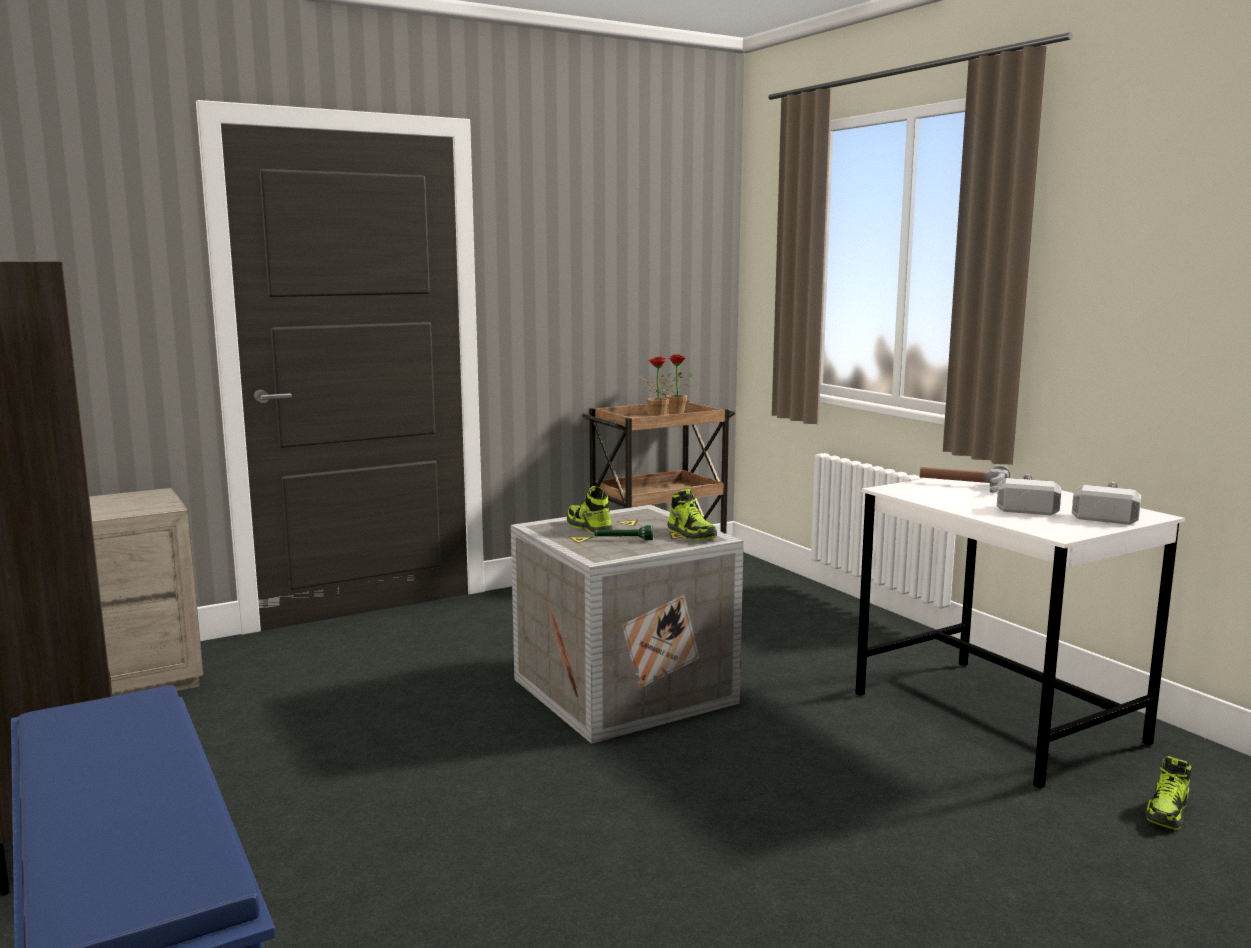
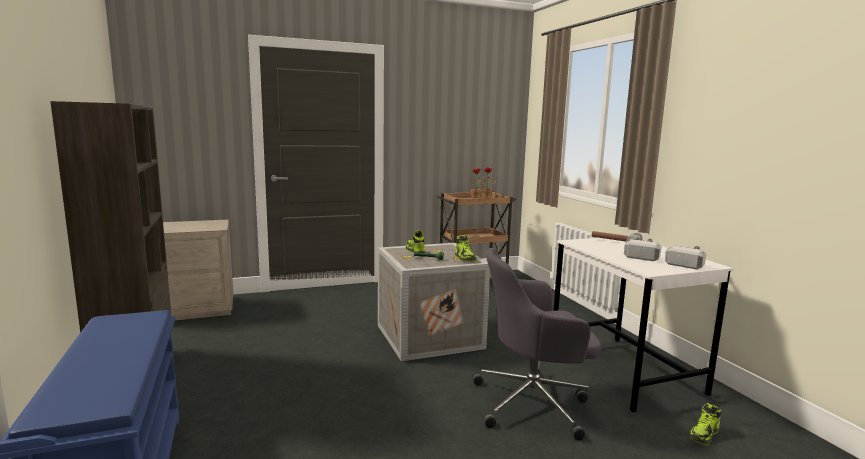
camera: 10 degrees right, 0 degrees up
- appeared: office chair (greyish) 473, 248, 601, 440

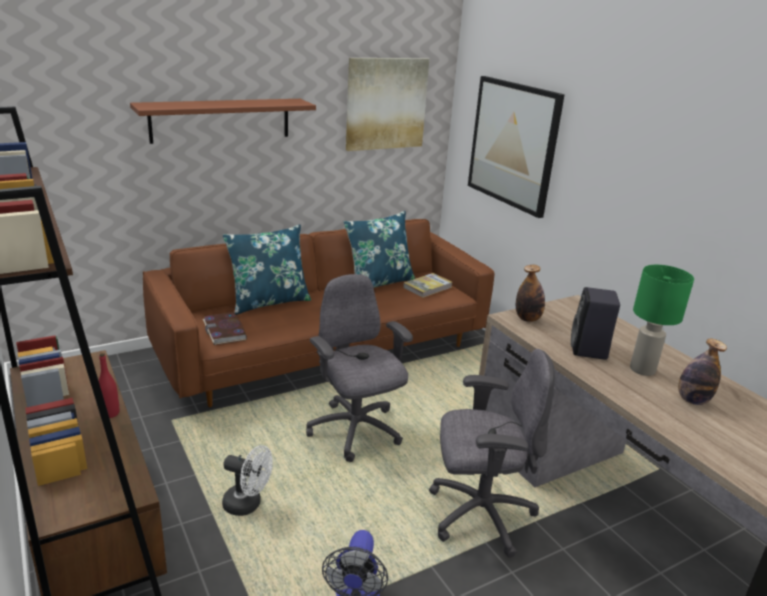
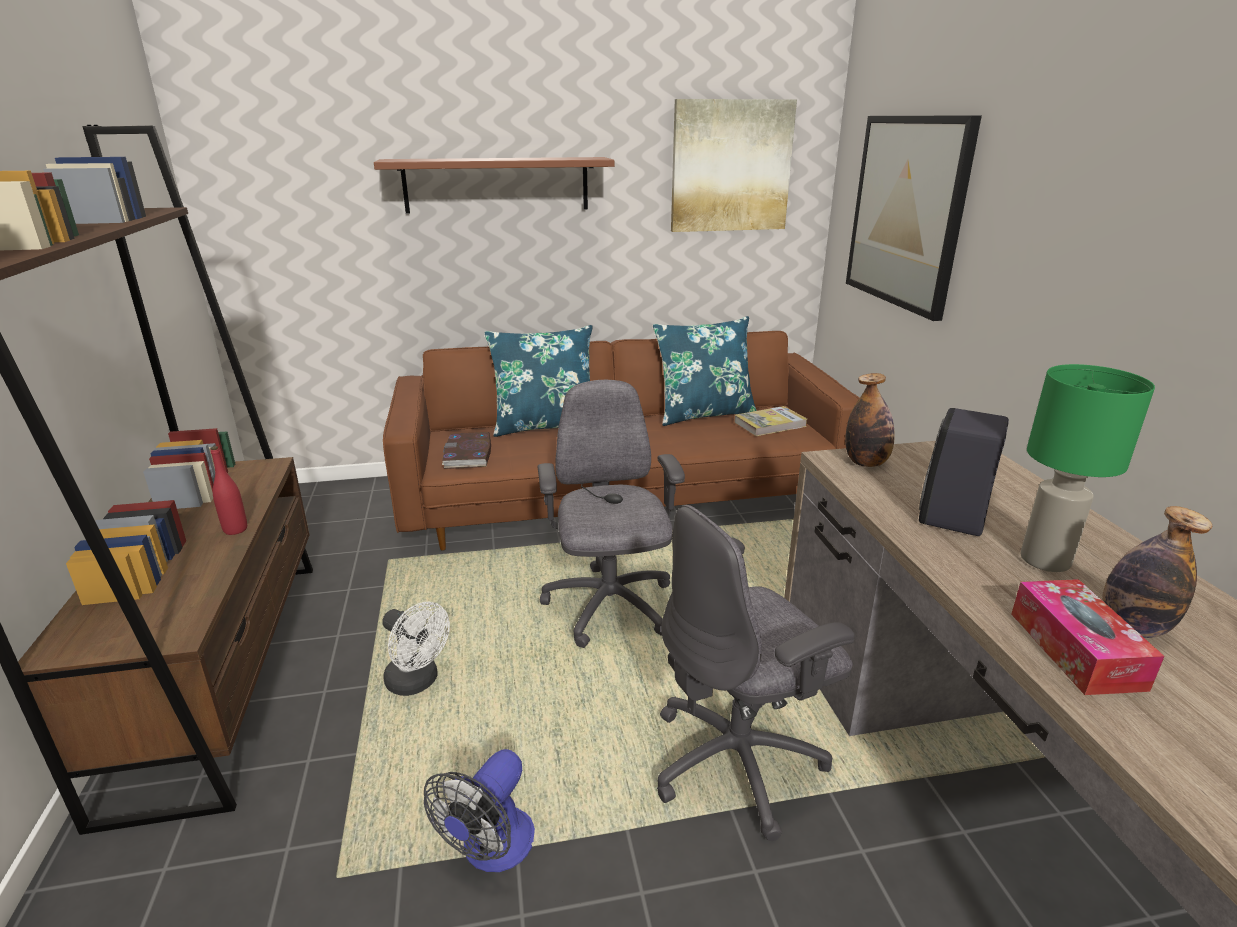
camera: 20 degrees right, 0 degrees up
- spun: office chair (greyish) 429, 349, 555, 558 = 657, 505, 855, 841 135 degrees clockwise
- appeared: tissue holder 1011, 579, 1165, 695

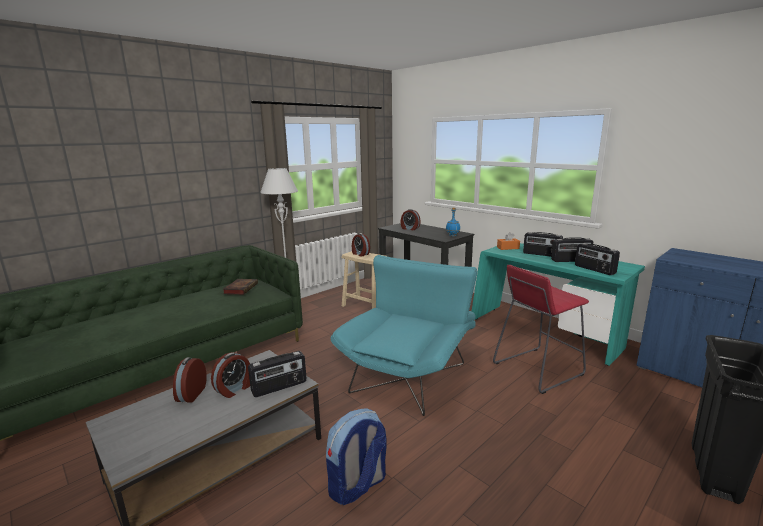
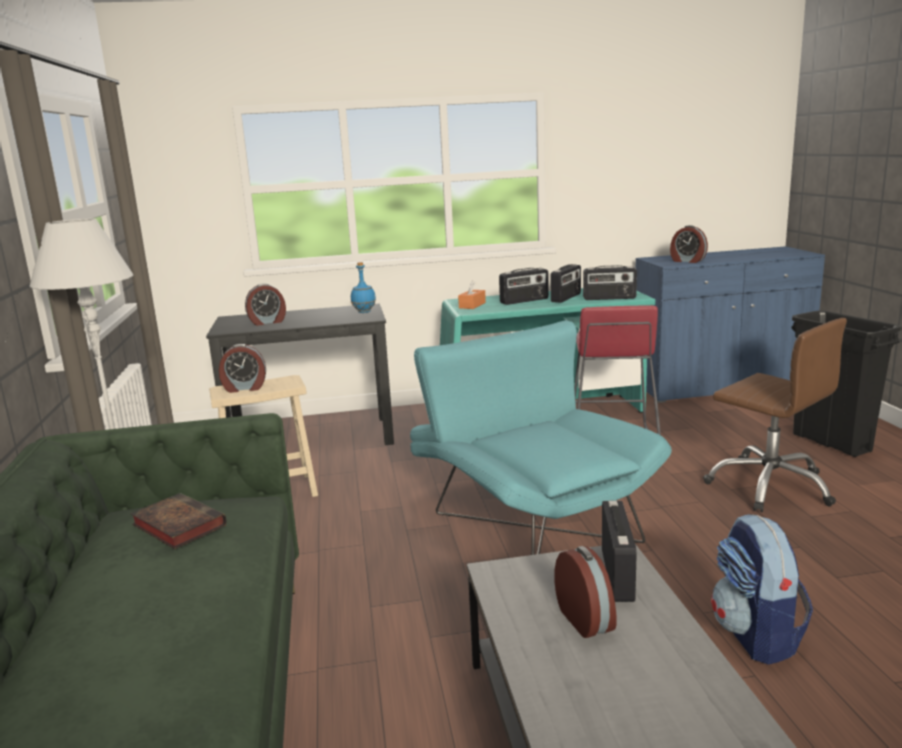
camera: 55 degrees left, 0 degrees up
- relocated: bedside clock 173, 357, 207, 403 to 670, 225, 708, 263
- appeared: office chair (brown) 703, 318, 847, 512

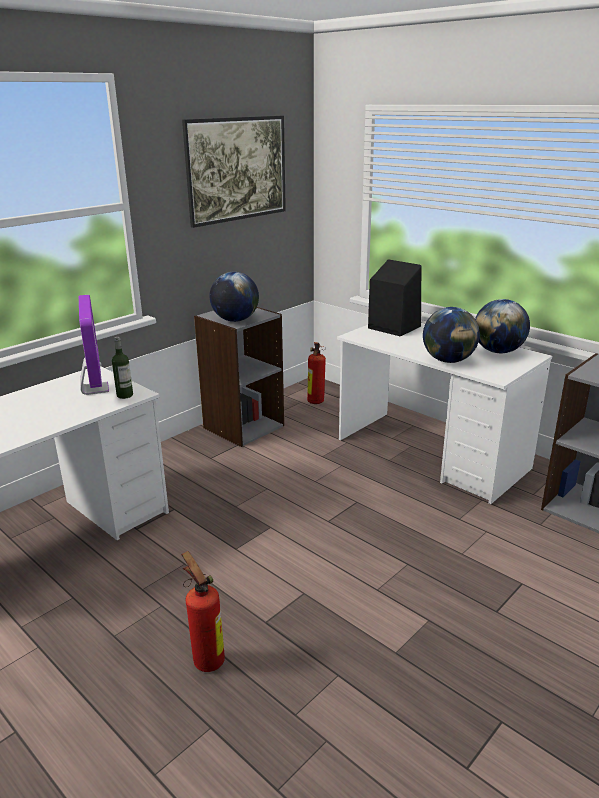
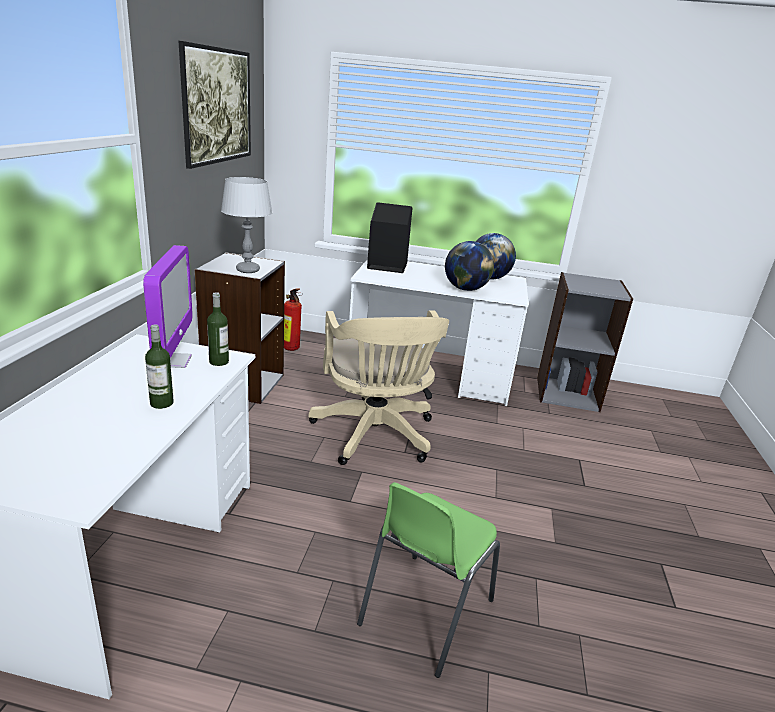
camera: 35 degrees left, 0 degrees up
- exchanged: globe 210, 272, 259, 322 to lamp for a table (greyish) 221, 177, 273, 273
- spun: computer screen 79, 295, 109, 395 = 143, 245, 193, 368 45 degrees clockwise
- exchanged: extinguisher 182, 551, 225, 672 to plain chair (greenish) 357, 482, 500, 678
- appeared: office chair (beige-coloured) 309, 310, 449, 465
- appeared: beverage bottle 145, 324, 174, 409

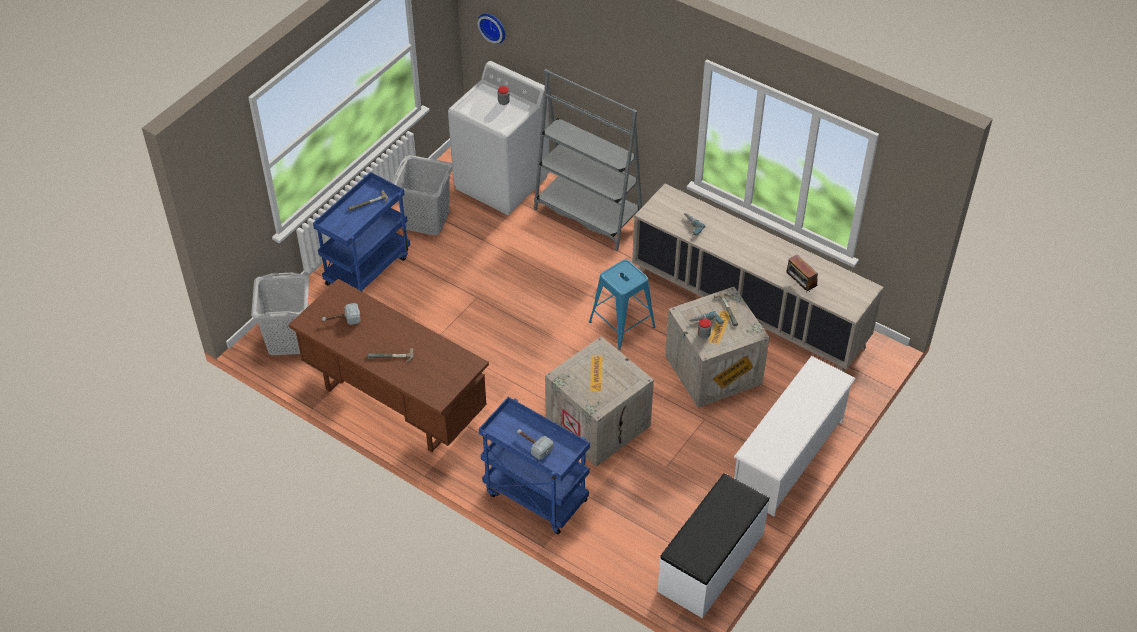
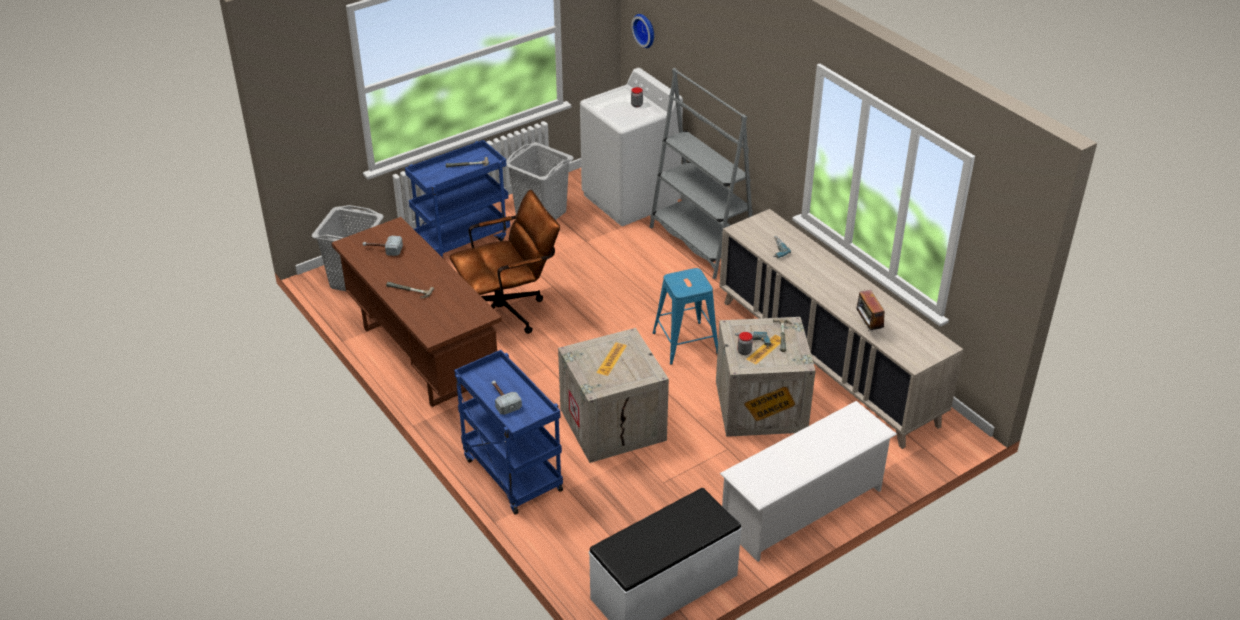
camera: 20 degrees right, 10 degrees down
- appeared: office chair (brown) 449, 190, 560, 334

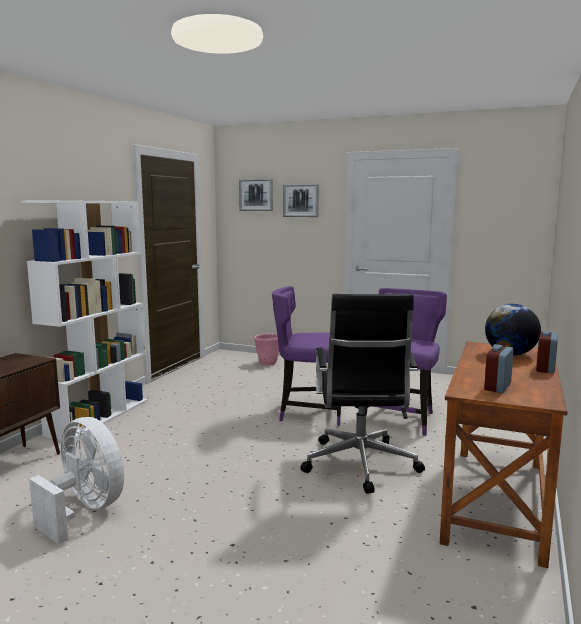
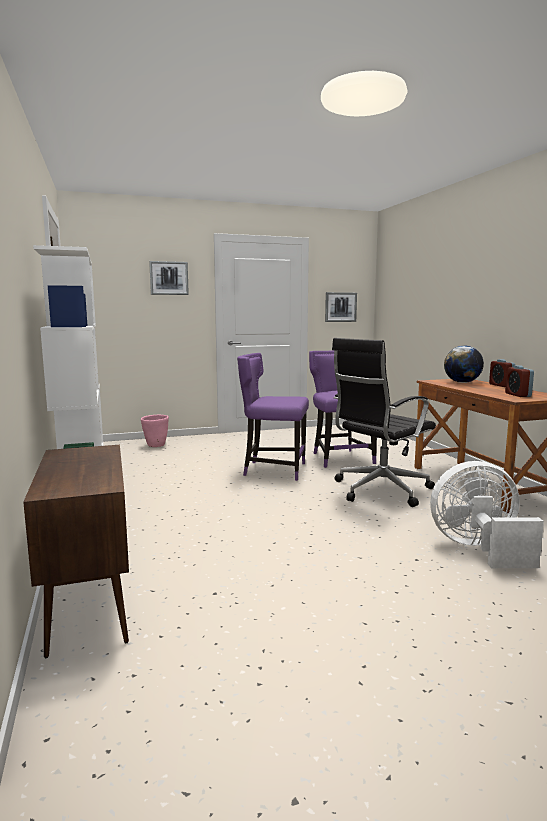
camera: 40 degrees left, 0 degrees up
- relocated: wall art 239, 179, 273, 211 to 325, 292, 357, 322
- spun: plain chair (purple) 272, 286, 341, 426 = 237, 353, 309, 481 45 degrees clockwise
- spun: office chair (black) 300, 294, 425, 494 = 332, 338, 436, 507 90 degrees clockwise
- relocated: electric fan (white) 29, 417, 124, 544 to 430, 461, 544, 568

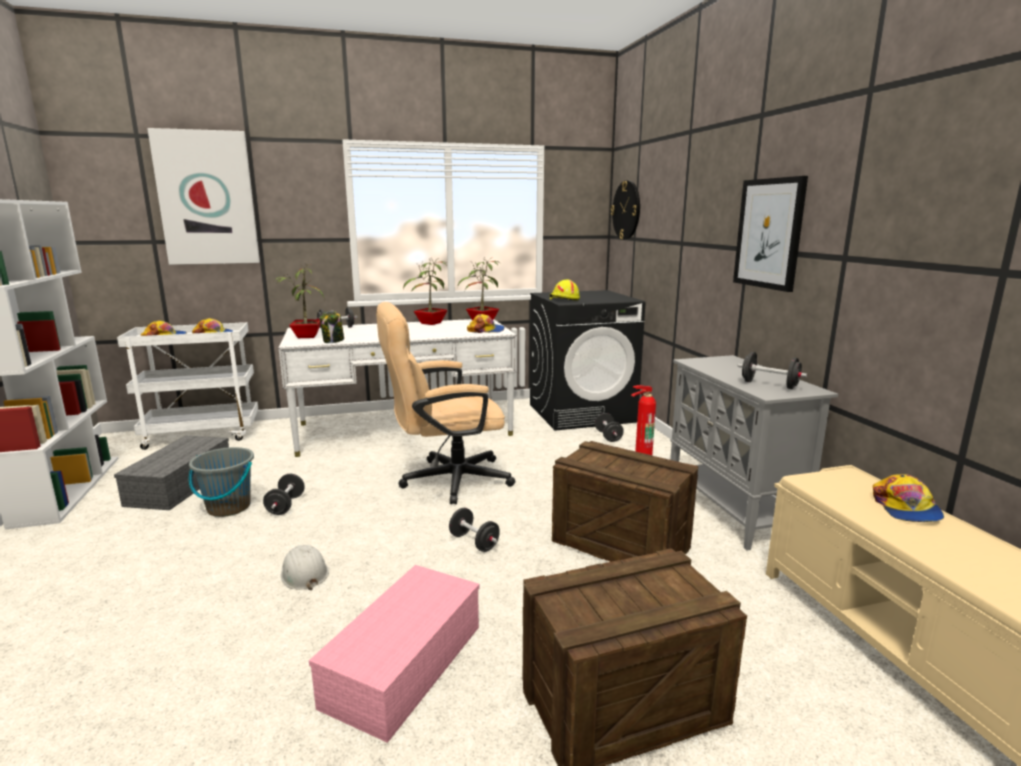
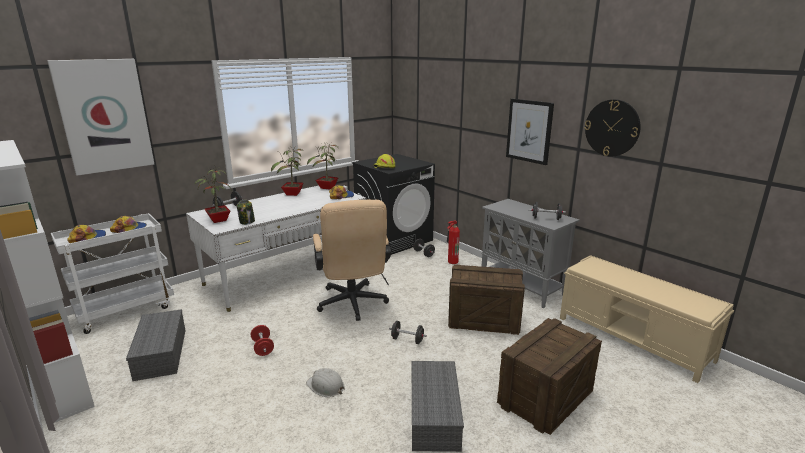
camera: 25 degrees left, 5 degrees up
- relocated: clock on the wall 611, 180, 640, 240 to 585, 99, 641, 157
- spun: office chair (beige-coloured) 376, 302, 515, 504 = 313, 200, 391, 321 60 degrees counterclockwise
- missing: pail (greyish) 189, 447, 254, 517
- colour: free weight (black) 263, 474, 305, 515 to free weight (red) 251, 325, 274, 356
- missing: baseball cap 873, 474, 944, 522
- colour: storage bin (pink-coloured) 309, 565, 480, 743 to storage bin (greyish) 412, 361, 464, 452

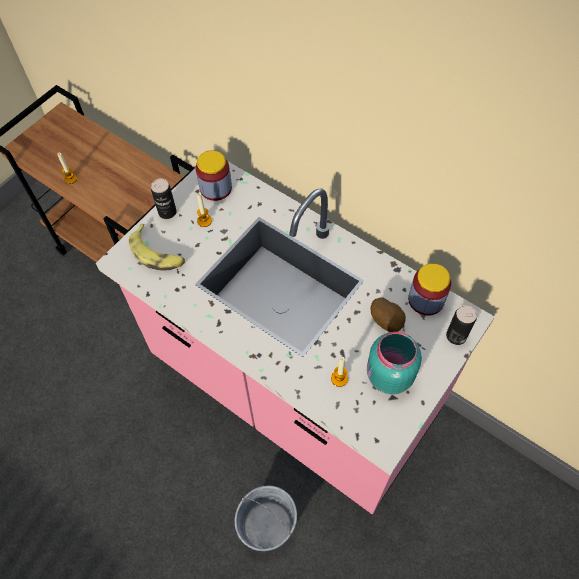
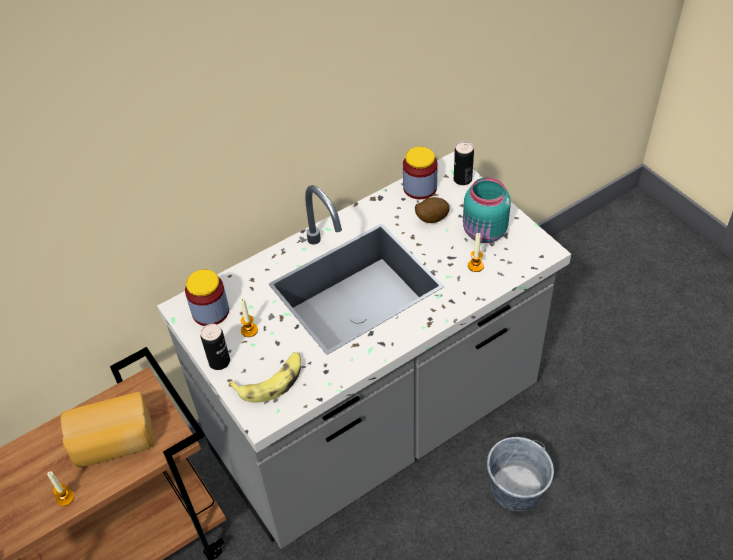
camera: 70 degrees left, 10 degrees down
- colour: kitchen base unit (pink-coloured) 96, 162, 495, 514 to kitchen base unit (greyish) 157, 152, 571, 549
- appeared: bakery bread 61, 392, 154, 467

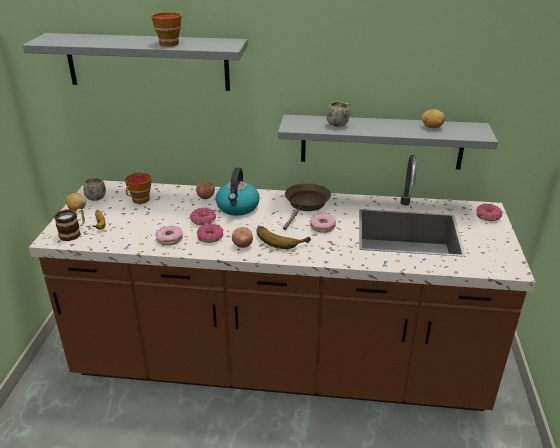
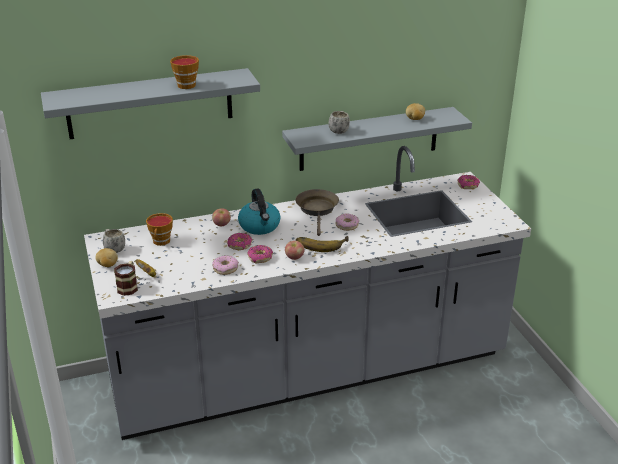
camera: 25 degrees left, 0 degrees up
- colour: kitchen base unit (brown) 29, 155, 536, 411 to kitchen base unit (greyish) 84, 146, 531, 440

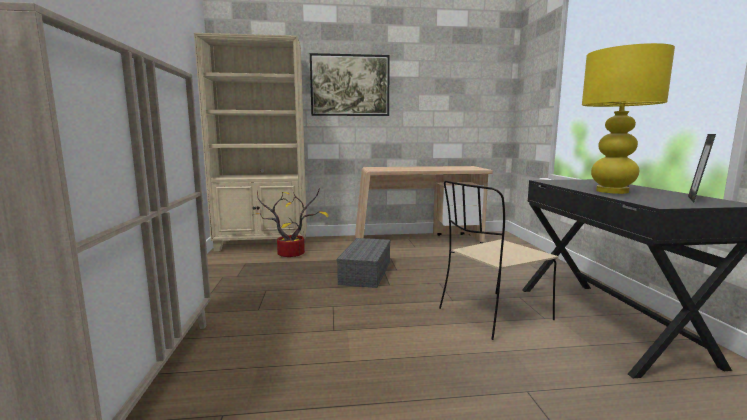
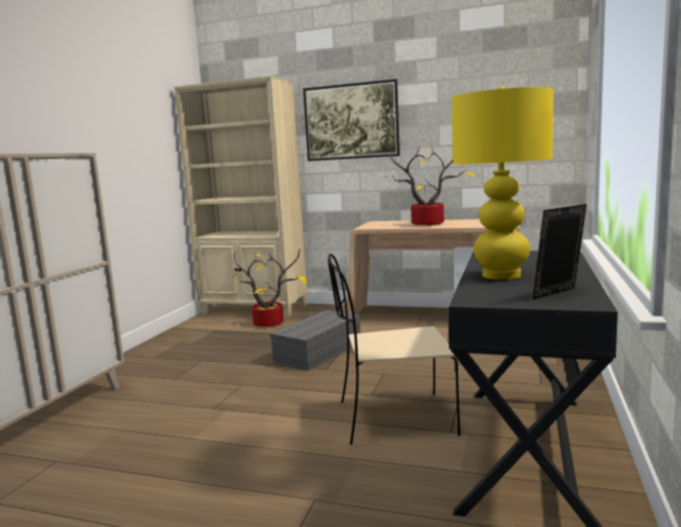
camera: 25 degrees right, 0 degrees up
- appeared: houseplant 384, 144, 475, 225

